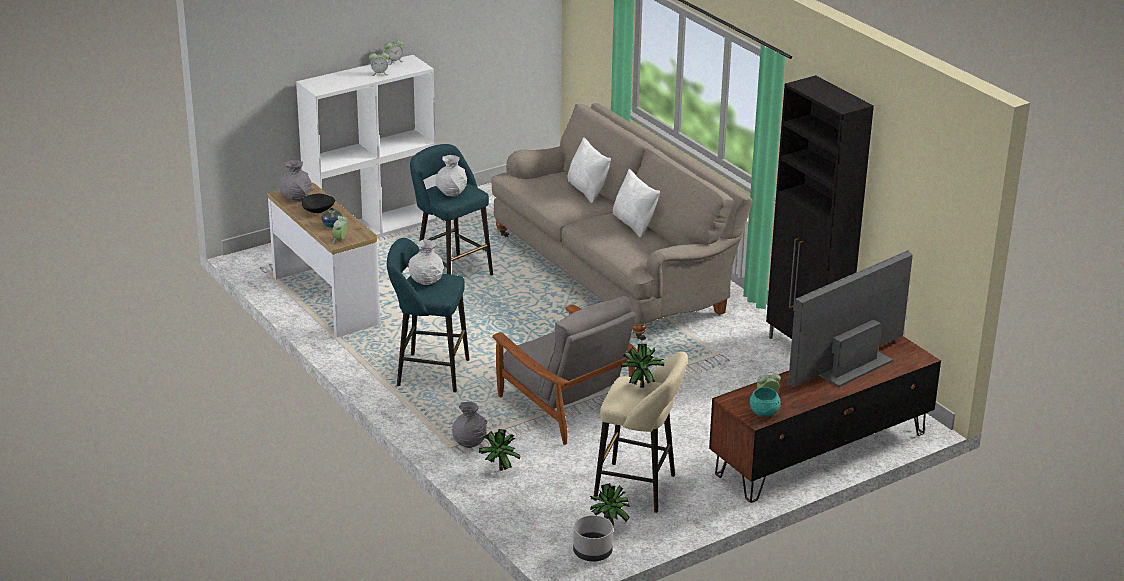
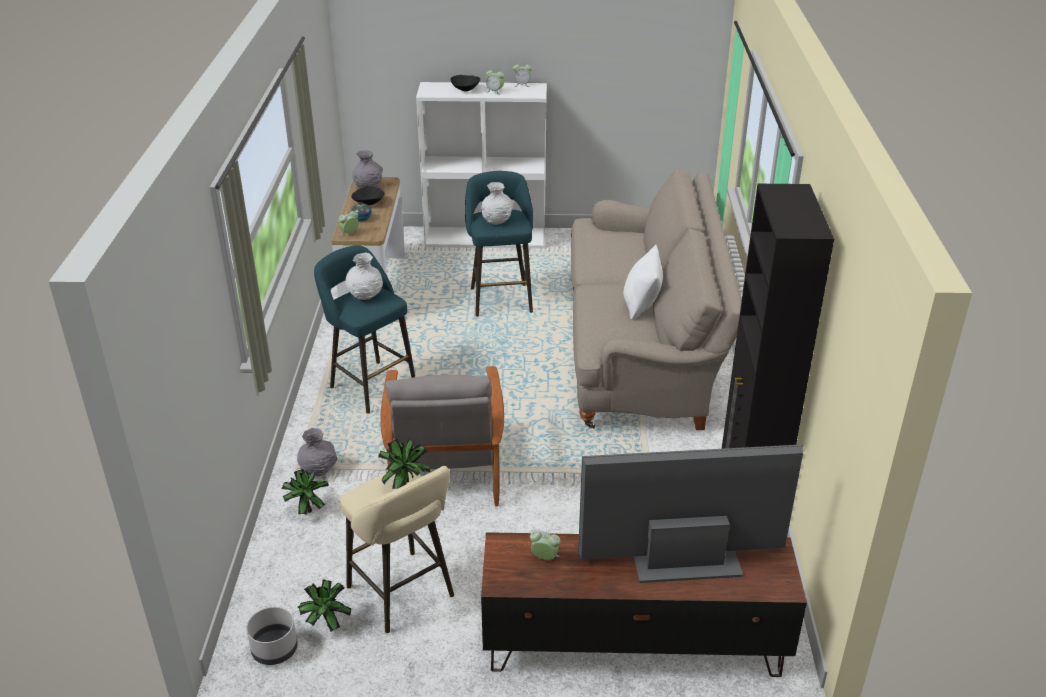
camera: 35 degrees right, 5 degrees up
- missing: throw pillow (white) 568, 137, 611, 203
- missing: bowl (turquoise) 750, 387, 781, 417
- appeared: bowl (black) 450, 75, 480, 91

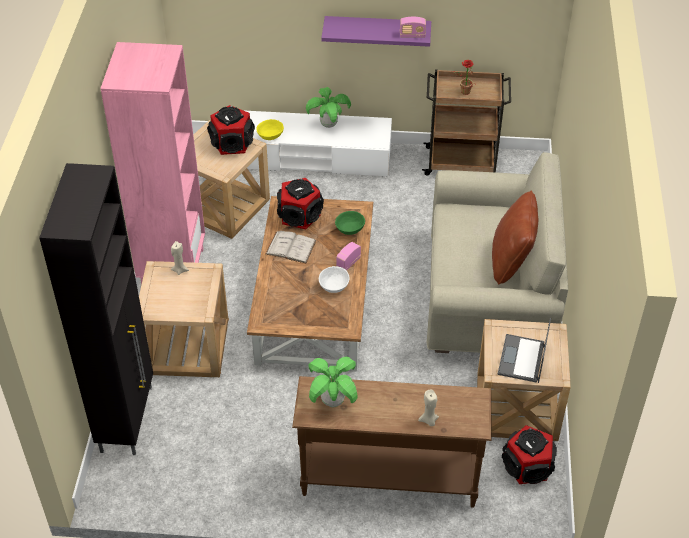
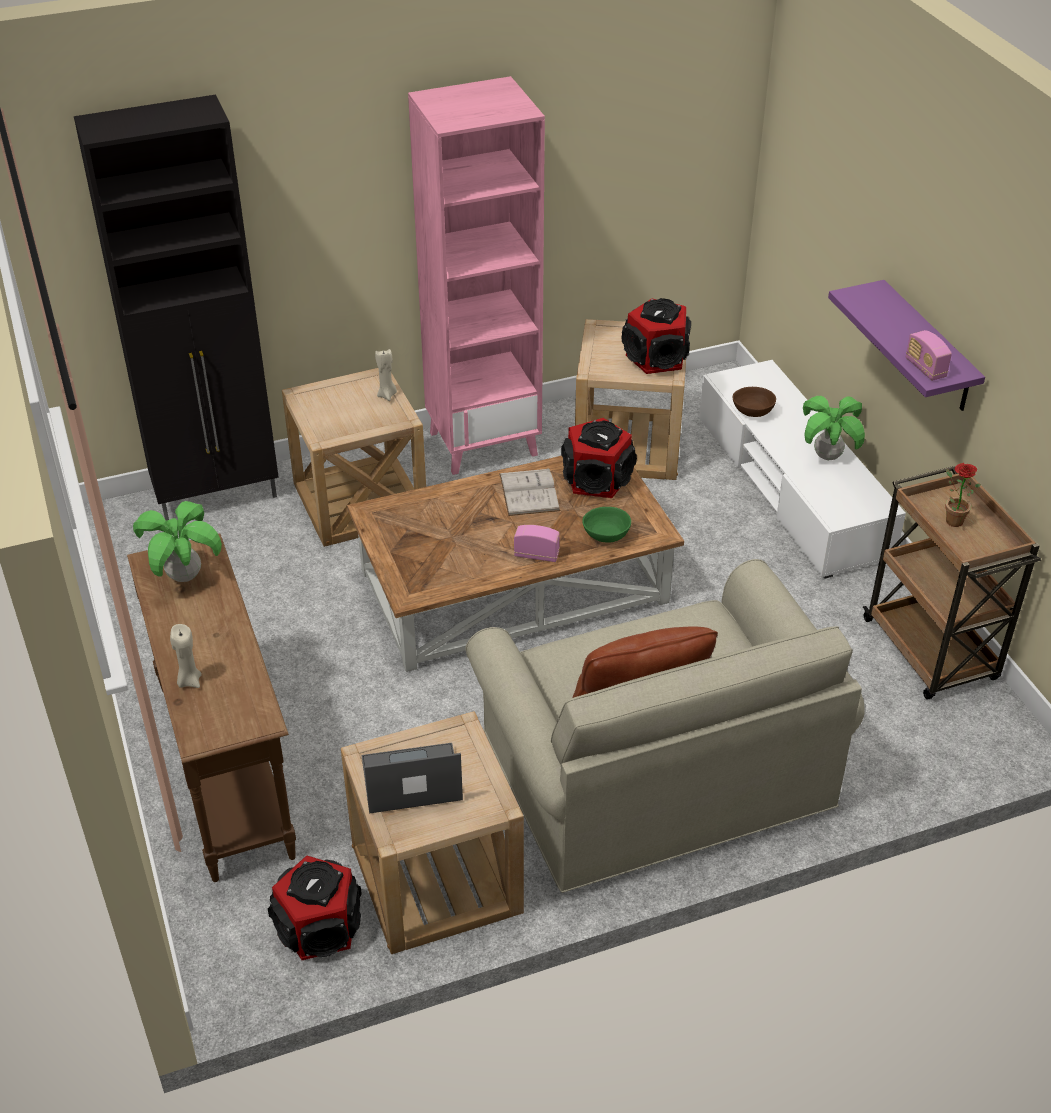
camera: 65 degrees right, 5 degrees down
- colour: bowl (yellow) 256, 119, 284, 140 to bowl (brown) 733, 387, 776, 417
- missing: bowl (white) 319, 266, 350, 293

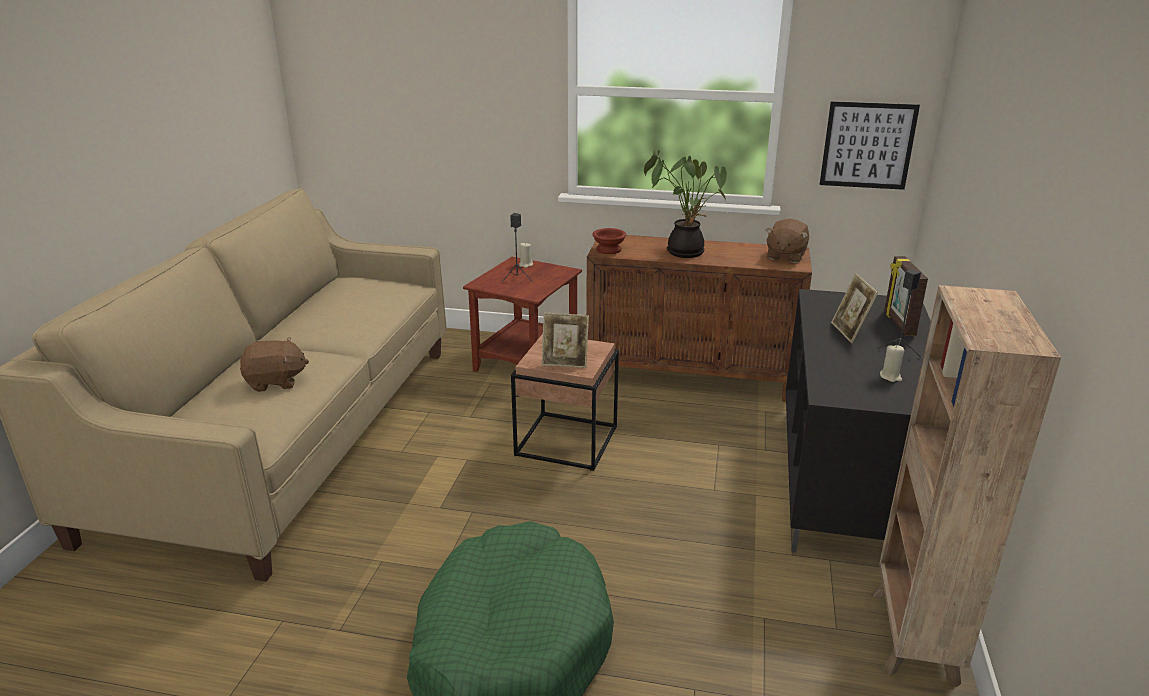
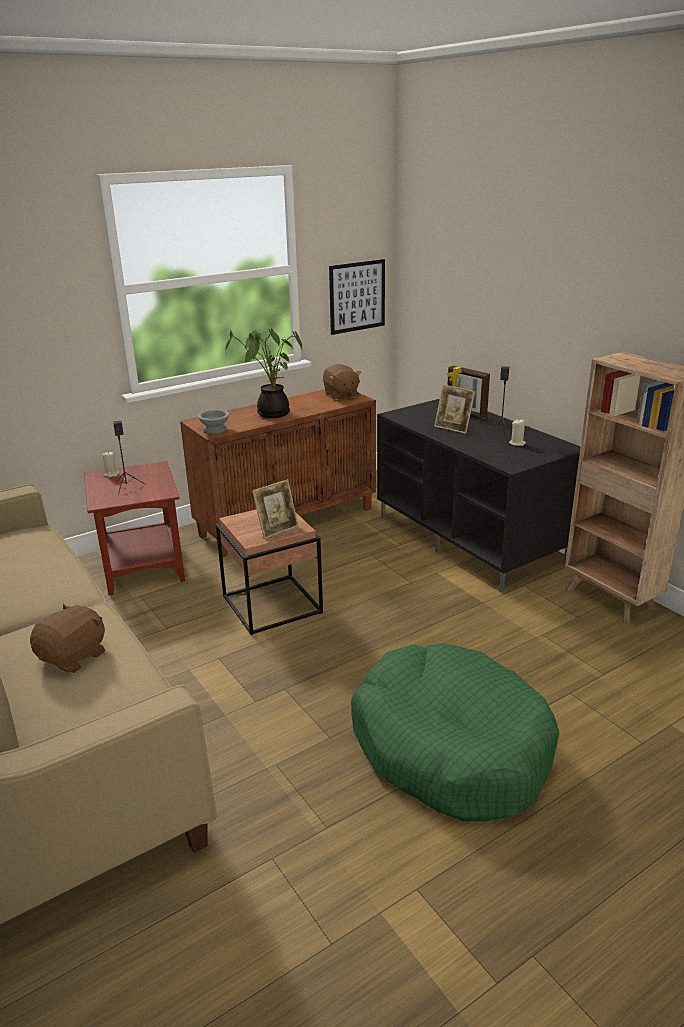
camera: 45 degrees left, 0 degrees up
- colour: bowl (brown) 592, 228, 626, 254 to bowl (greyish) 198, 409, 230, 434

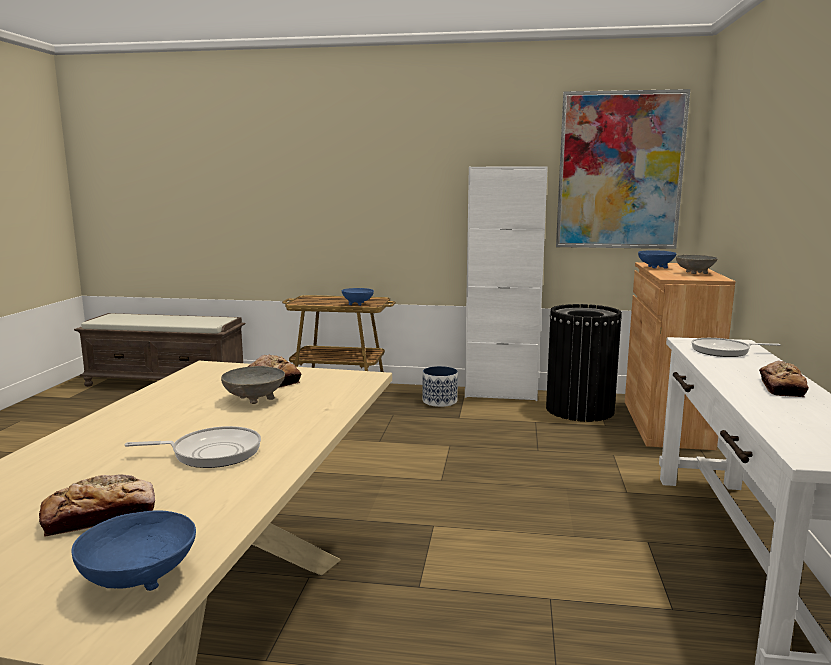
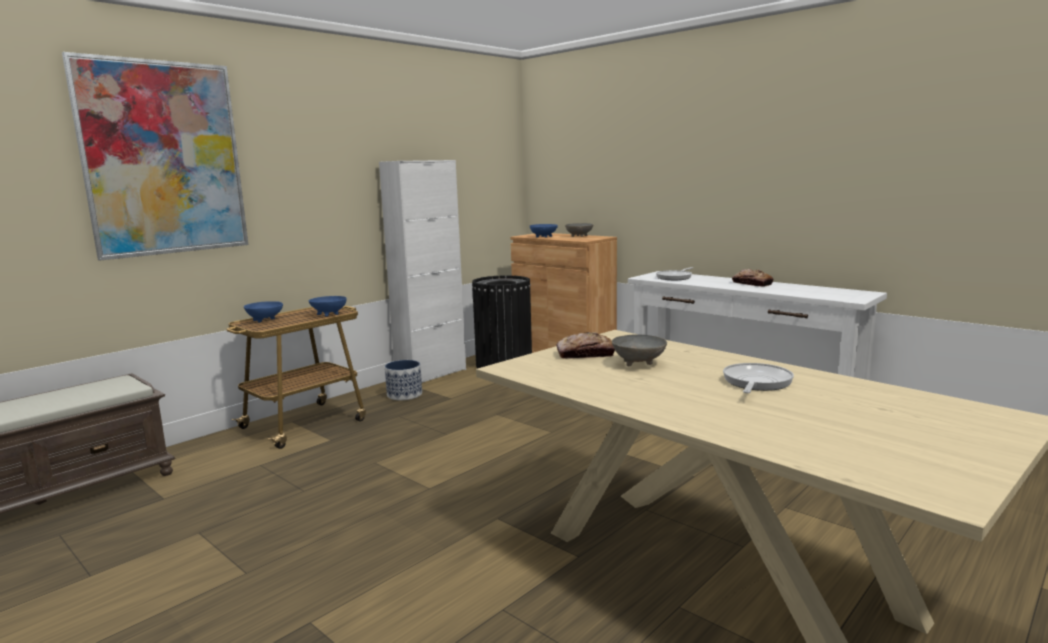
camera: 55 degrees left, 0 degrees up
- relocated: wall art 556, 89, 690, 249 to 62, 52, 248, 261
- missing: bakery bread 39, 475, 155, 536
- relocated: bowl (blue-coloured) 71, 510, 196, 591 to 244, 301, 283, 323

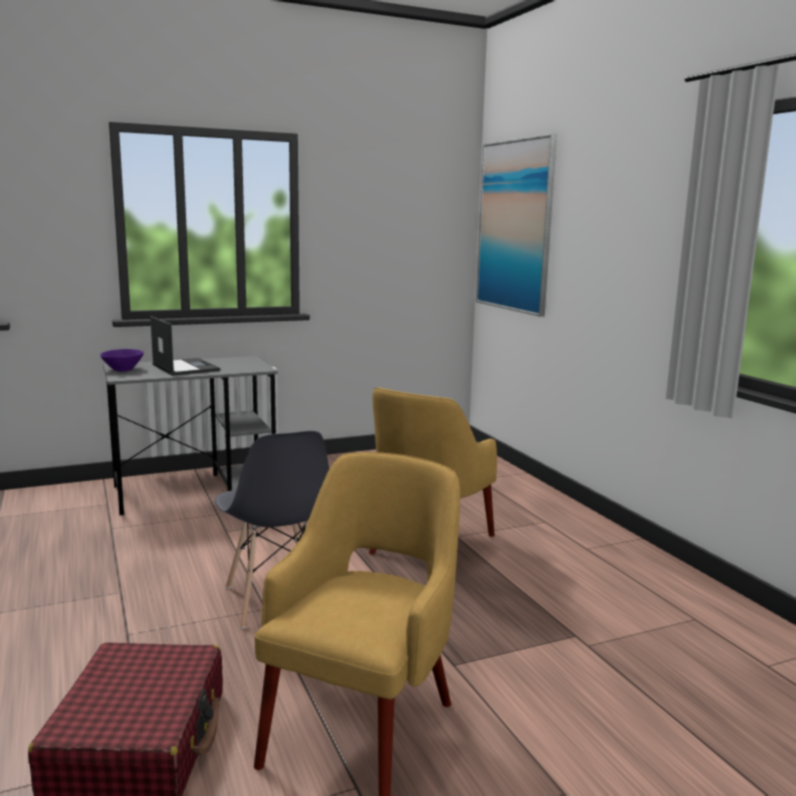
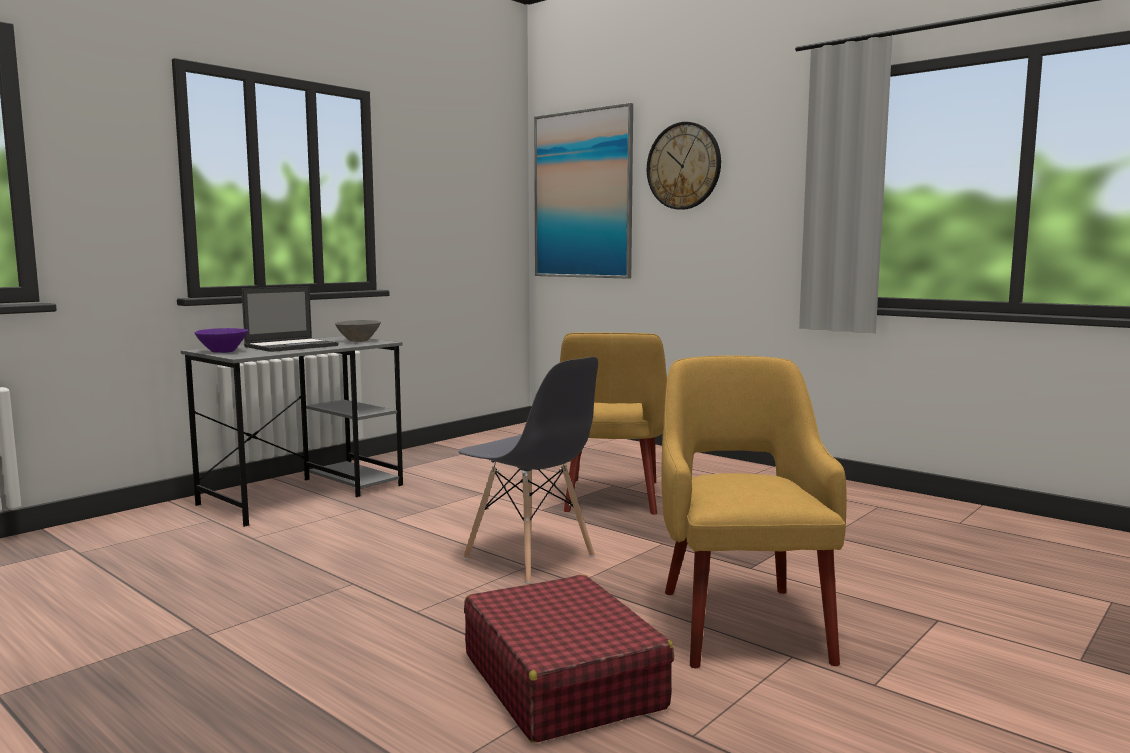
camera: 25 degrees left, 5 degrees down
- spun: notebook computer 150, 316, 220, 376 = 241, 286, 338, 352 105 degrees clockwise
- appeared: clock on the wall 647, 122, 721, 210
- appeared: bowl (greyish) 335, 320, 381, 342

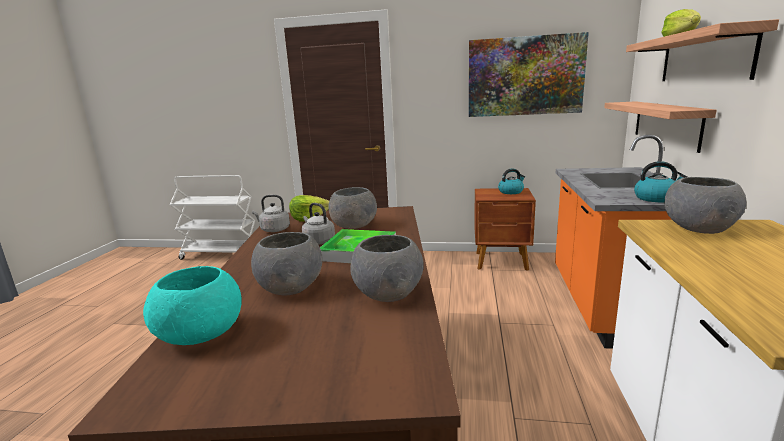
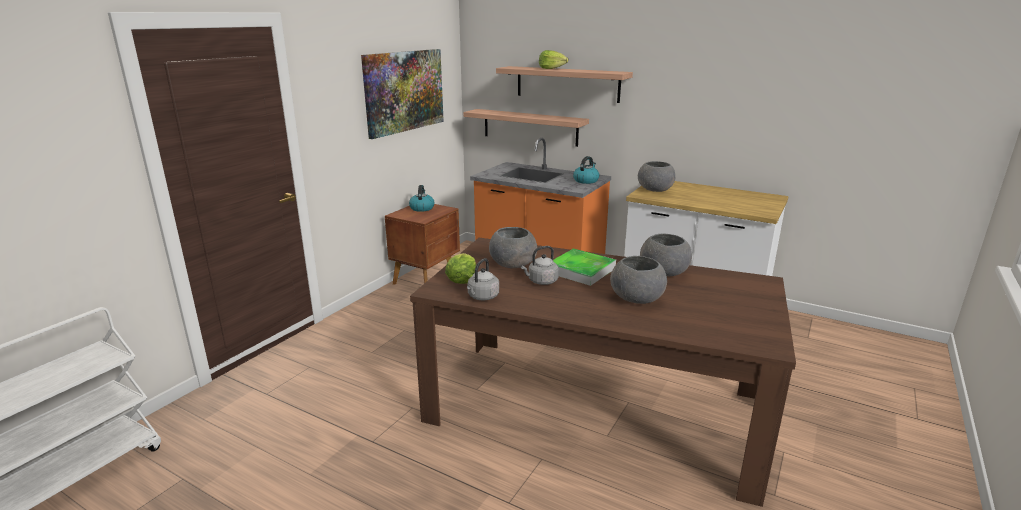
camera: 70 degrees left, 5 degrees up
- missing: bowl (turquoise) 143, 266, 242, 345

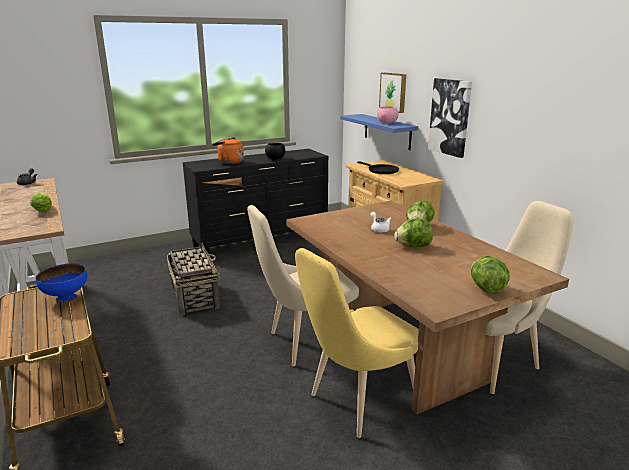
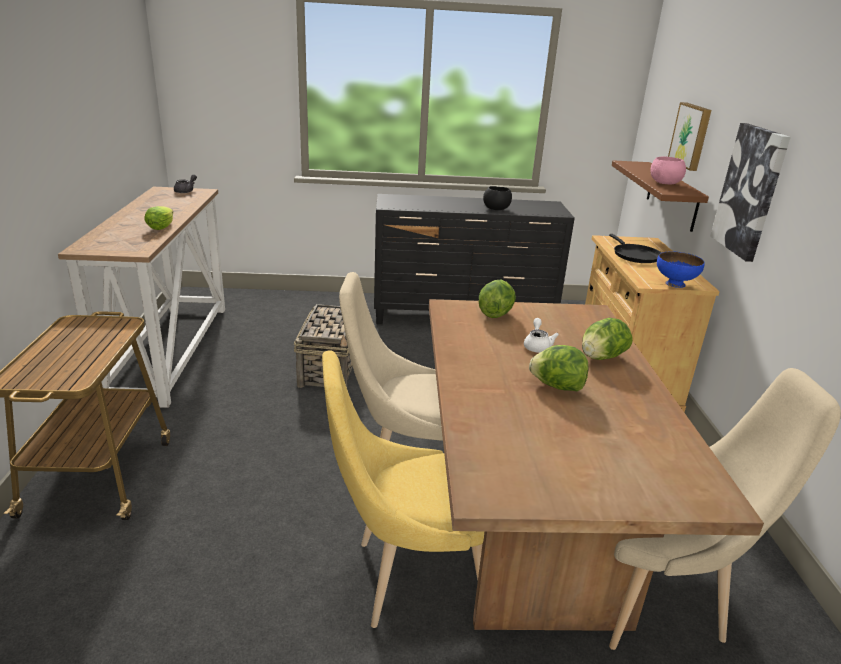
camera: 25 degrees right, 5 degrees up
- colour: bracket shelf (blue-coloured) 340, 114, 418, 150 to bracket shelf (brown) 612, 160, 709, 232
- missing: water kettle (orange) 212, 137, 244, 164
- relocated: lettuce head 471, 256, 509, 294 to 479, 280, 516, 318
- relocated: bowl (blue-coloured) 36, 264, 87, 303 to 657, 251, 705, 288

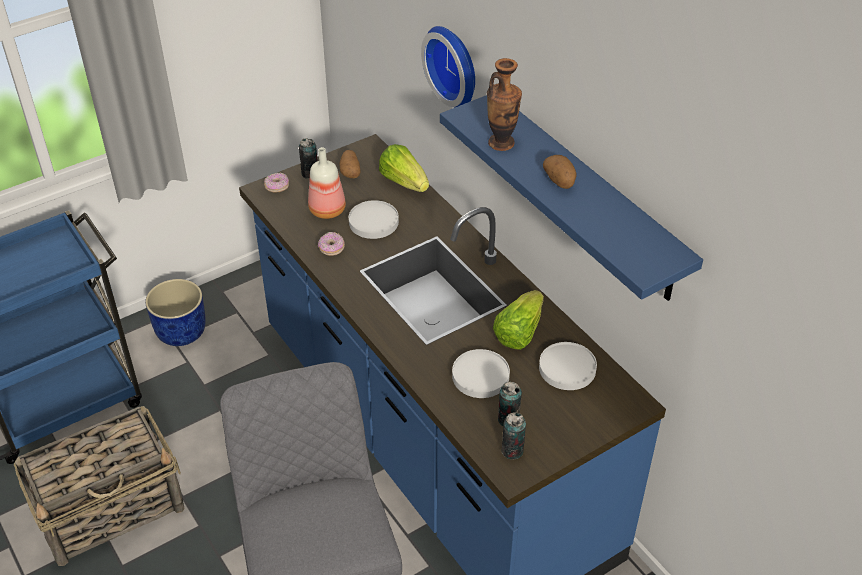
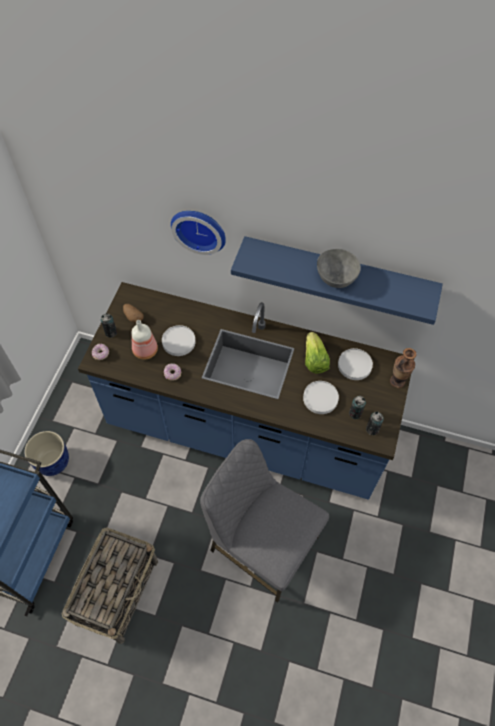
camera: 40 degrees left, 15 degrees up
- relocated: flower vase 487, 58, 522, 151 to 390, 348, 417, 388
- missing: lettuce head 379, 144, 429, 192
- exchanged: spud 543, 155, 577, 189 to bowl (greyish) 317, 249, 361, 288

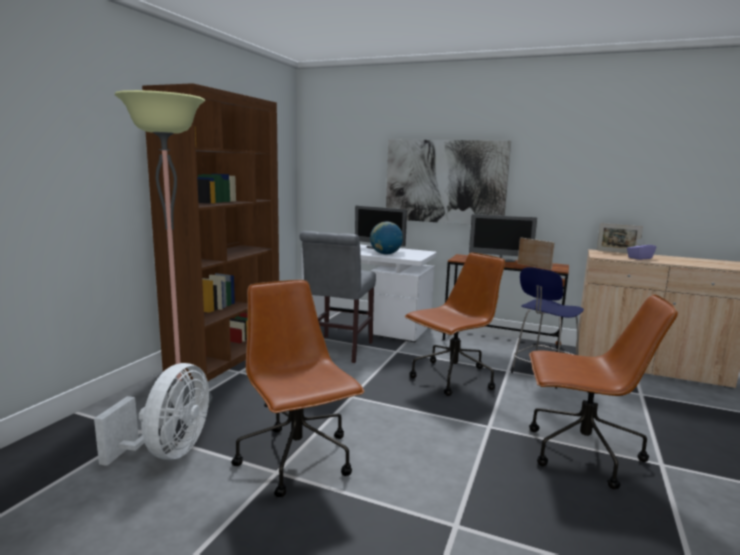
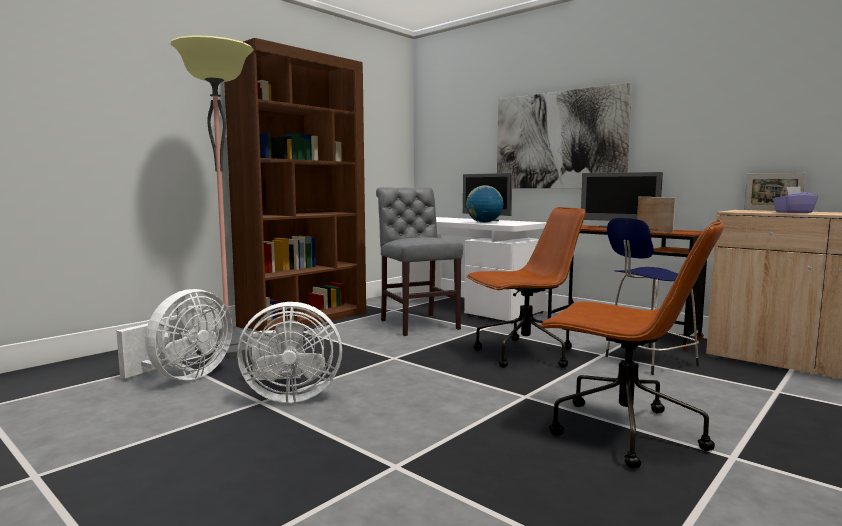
camera: 20 degrees right, 5 degrees down
- spun: plain chair (greyish) 300, 231, 376, 363 = 376, 187, 463, 336 120 degrees clockwise
- exchanged: office chair (brown) 231, 280, 365, 497 to electric fan (white) 237, 302, 342, 403

